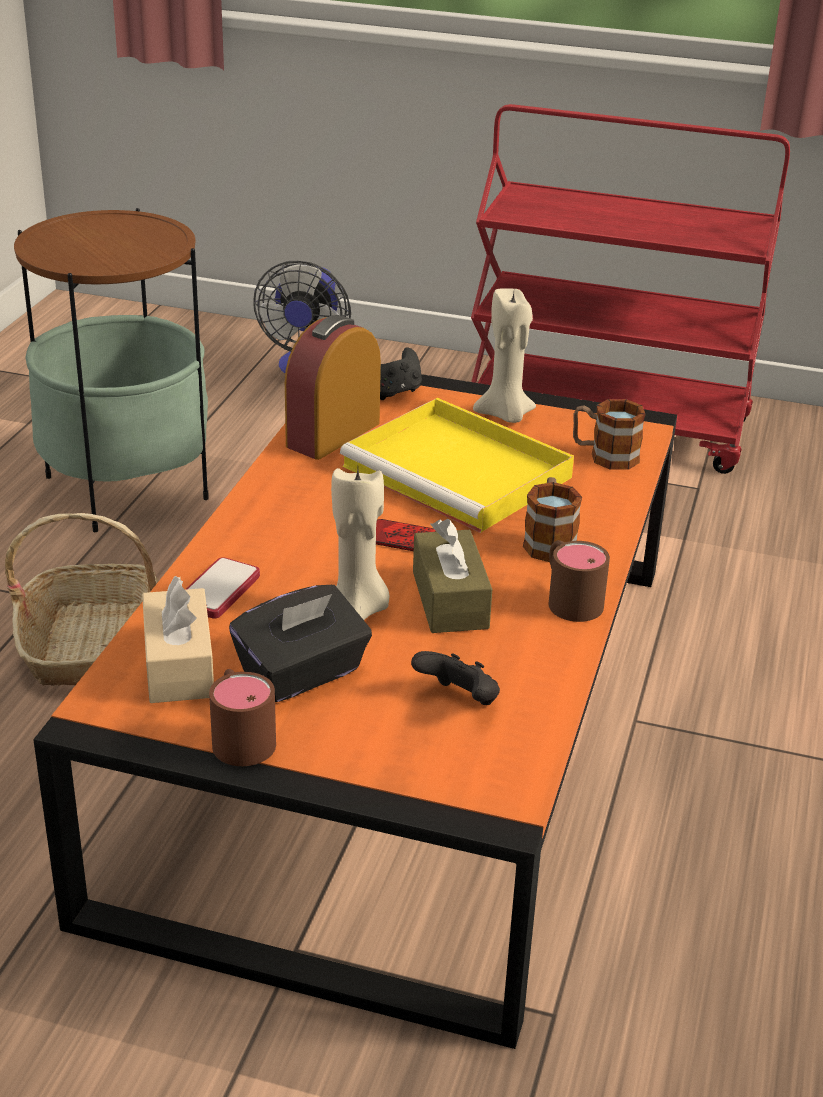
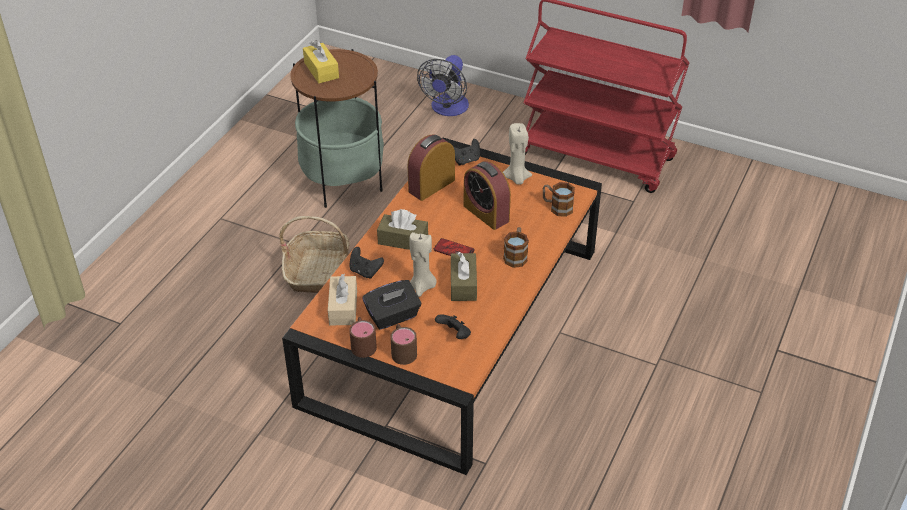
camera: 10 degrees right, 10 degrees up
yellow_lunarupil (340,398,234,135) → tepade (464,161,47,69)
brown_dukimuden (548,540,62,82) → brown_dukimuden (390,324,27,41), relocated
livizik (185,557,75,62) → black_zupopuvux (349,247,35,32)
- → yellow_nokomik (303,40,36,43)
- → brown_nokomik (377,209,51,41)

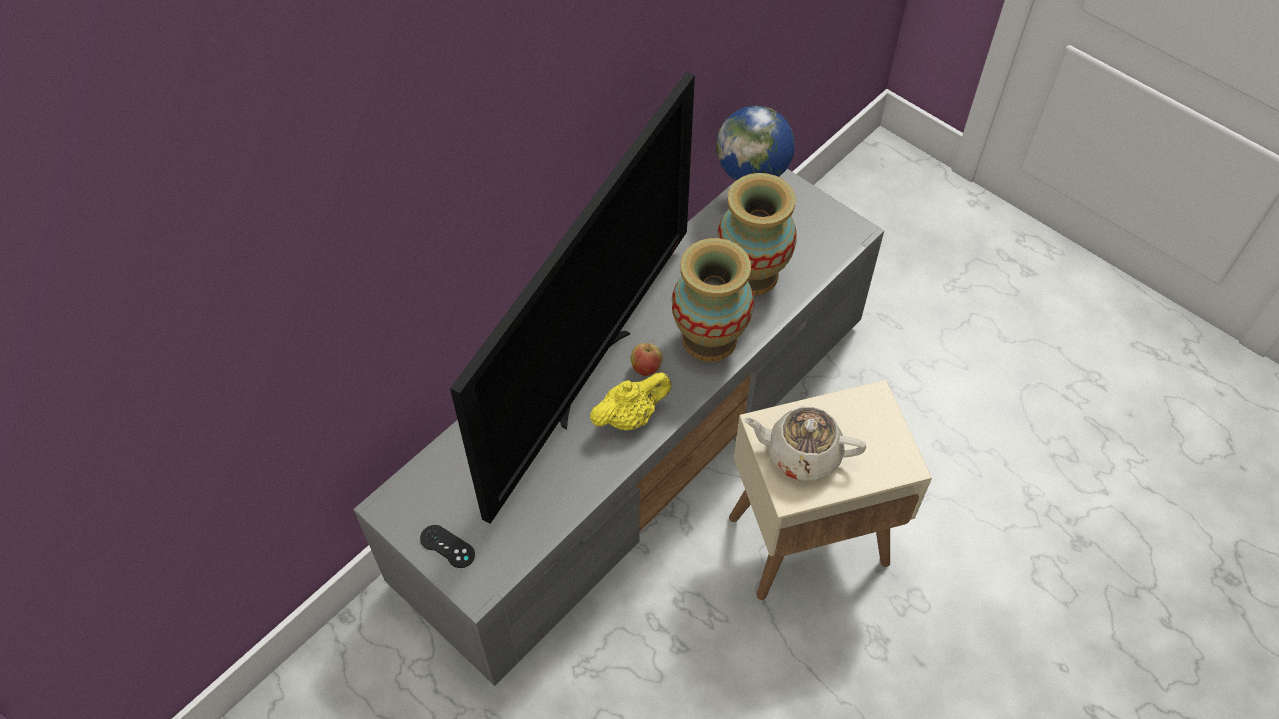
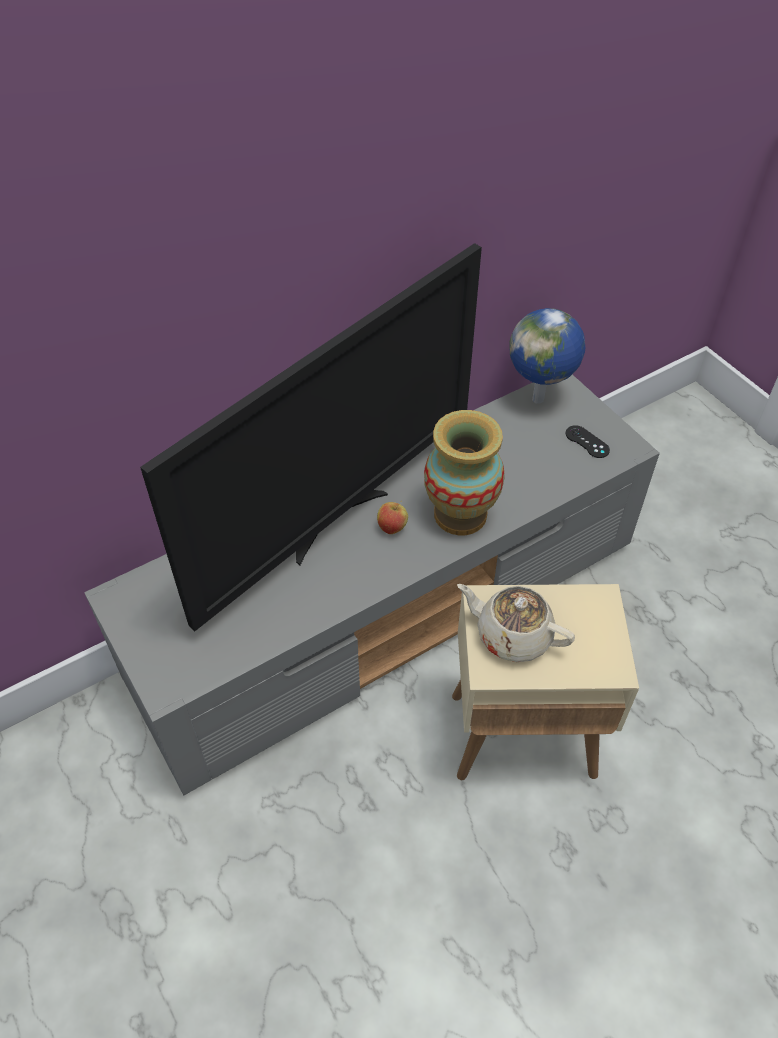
camera: 15 degrees right, 5 degrees down
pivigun (717,173,79,123) → -
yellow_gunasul (590,372,82,58) → -
black_zupopuvux (420,525,55,43) → black_zupopuvux (566,425,44,33), relocated

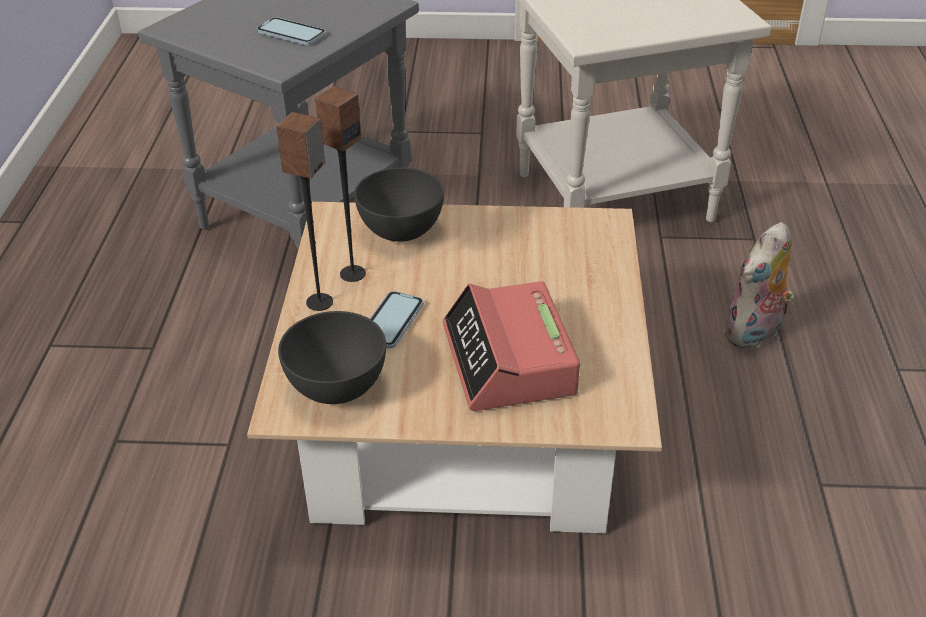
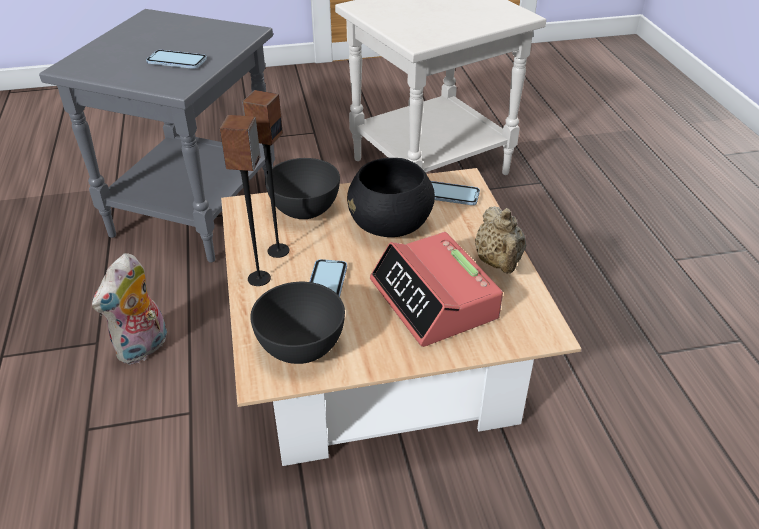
camera: 15 degrees left, 0 degrees up
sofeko (723,222,71,127) → sofeko (92,253,75,112), relocated
- → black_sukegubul (347,158,88,79)
- → livizik (431,181,49,24)
- → beige_gunasul (475,206,52,68)

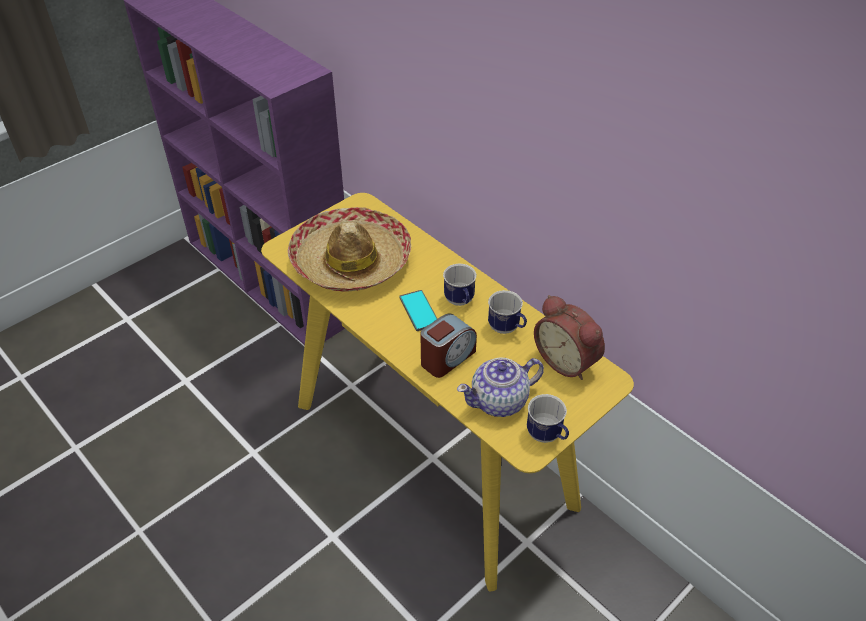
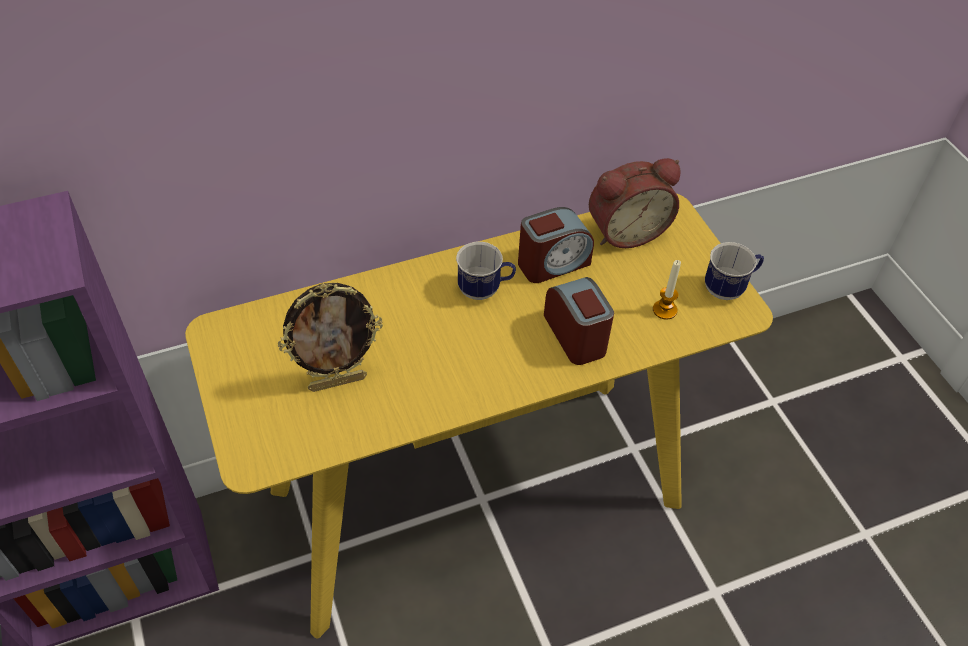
camera: 70 degrees left, 5 degrees up
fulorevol (288,207,123,85) → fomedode (278,283,105,109)
livizik (399,290,38,41) → -
dukimuden (488,290,39,44) → tepade (518,207,76,76)
gunasul (457,358,87,59) → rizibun (653,260,28,60)

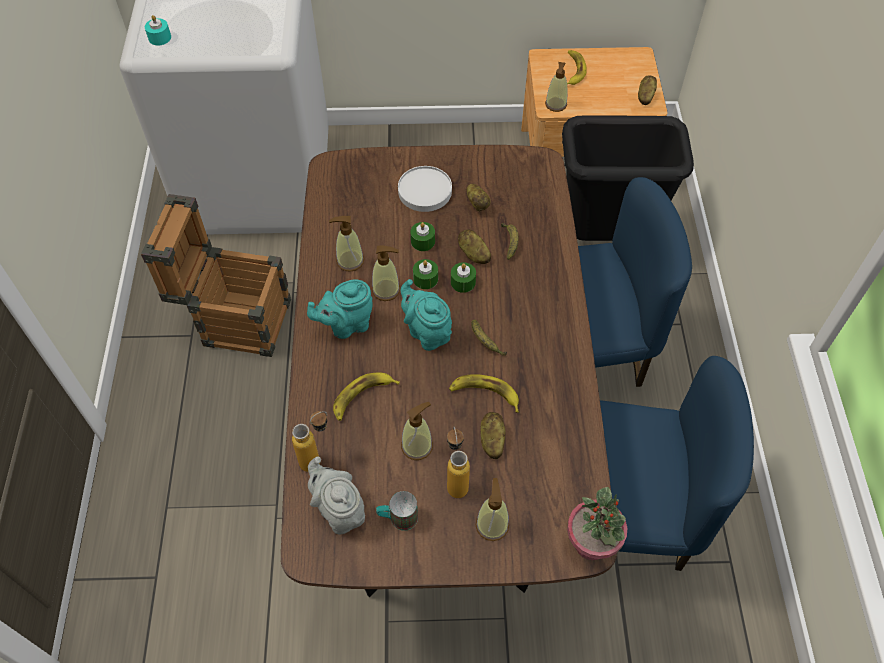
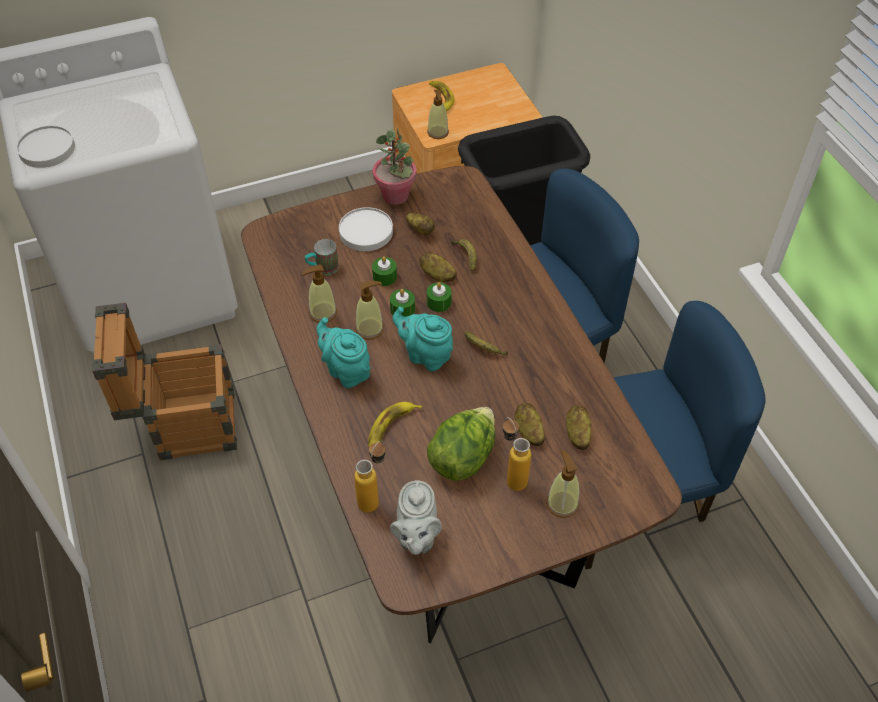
camera: 20 degrees left, 5 degrees down
turquoise_rizibun (145,15,26,30) → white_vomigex (17,125,58,43)
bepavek (638,75,19,30) → bepavek (566,405,26,45), relocated
turquoise_gunasul (307,279,66,60) → turquoise_gunasul (316,317,54,71), 90 degrees clockwise
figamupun (449,374,70,39) → -
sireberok (401,402,32,58) → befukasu (427,407,68,74)
grey_gunasul (308,457,57,78) → grey_gunasul (390,480,52,75), 120 degrees counterclockwise
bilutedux (567,487,60,73) → bilutedux (373,129,44,76), relocated
dukimuden (376,491,42,40) → dukimuden (305,239,34,36), relocated

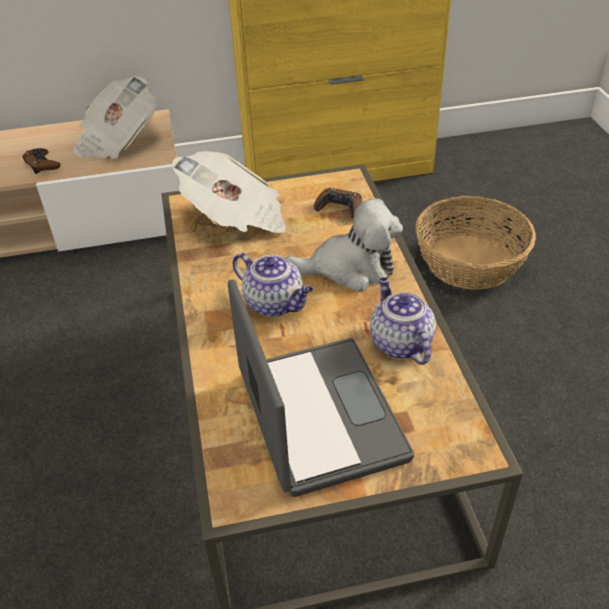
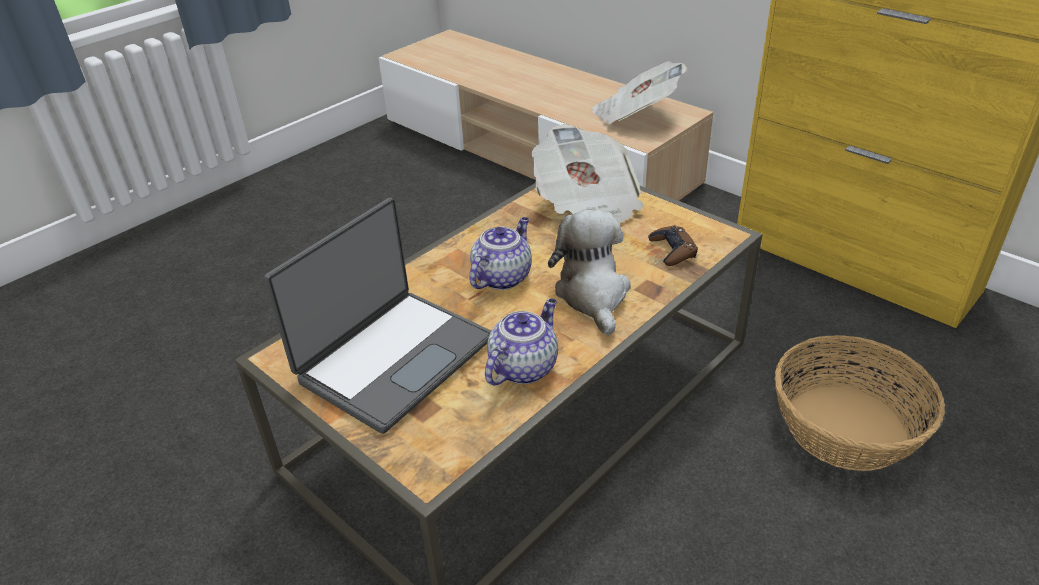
camera: 55 degrees right, 5 degrees down
brown_zupopuvux (22,148,38,26) → -
sofeko (286,198,117,93) → sofeko (548,210,83,126), 150 degrees counterclockwise
gunasul (232,252,81,65) → gunasul (469,217,63,73), 150 degrees counterclockwise

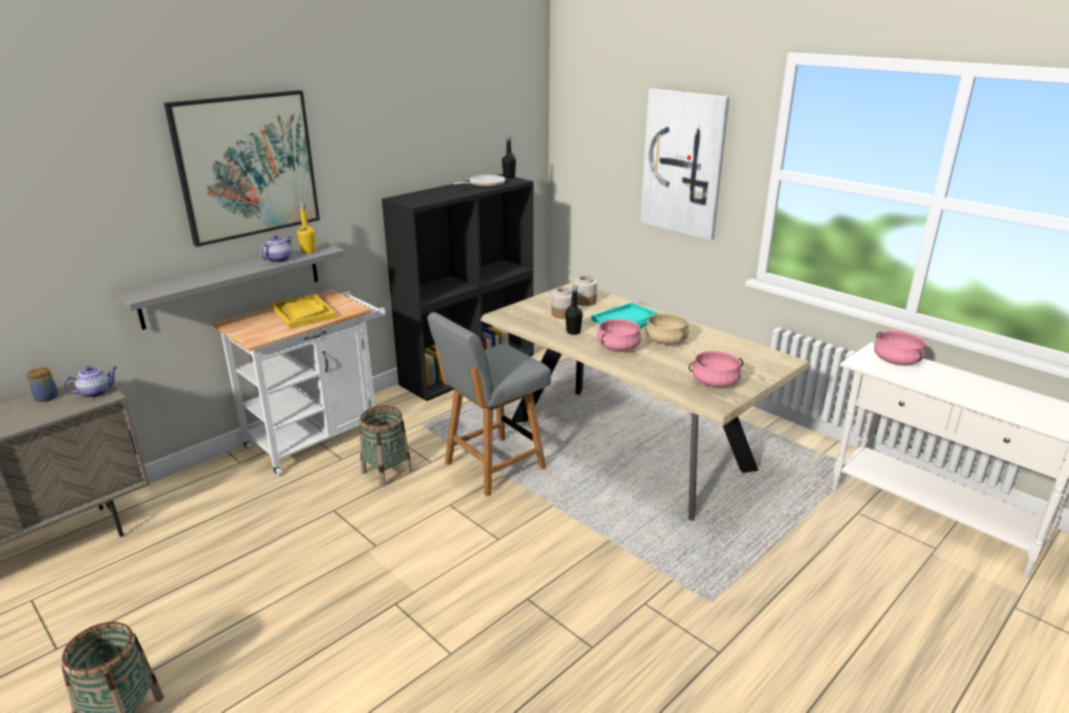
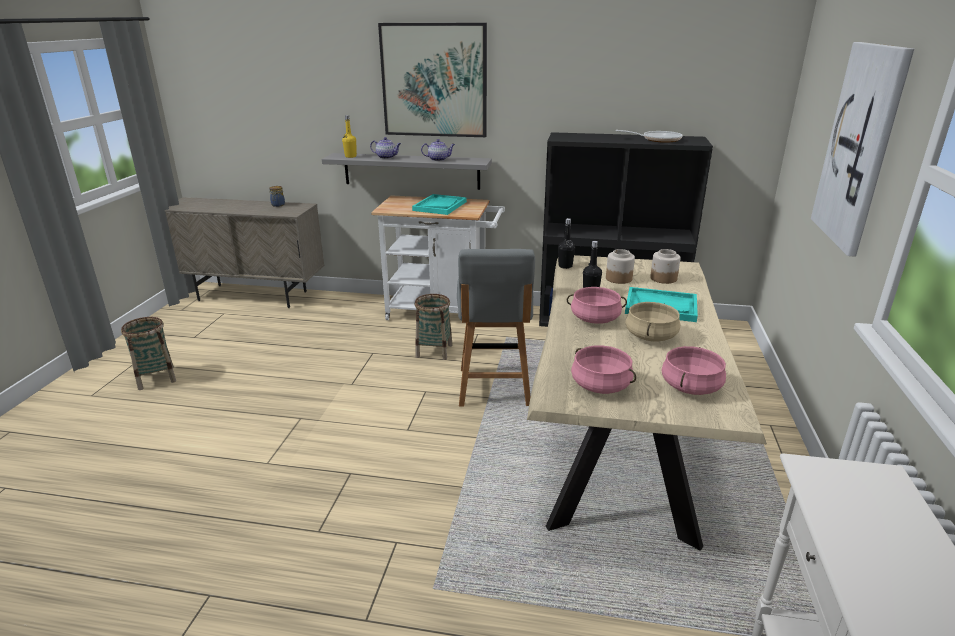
camera: 55 degrees right, 0 degrees up
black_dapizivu (502,135,14,44) → black_dapizivu (558,218,17,51), relocated
yellow_dapizivu (297,203,19,51) → yellow_dapizivu (342,115,15,43), relocated
yellow_lunarupil (271,294,65,35) → turquoise_lunarupil (412,194,55,21)
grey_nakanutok (427,312,124,185) → grey_nakanutok (457,249,78,158), 105 degrees counterclockwise
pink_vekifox (874,331,52,34) → pink_vekifox (661,346,65,49), relocated
gunasul (63,366,54,32) → gunasul (370,137,31,22), relocated

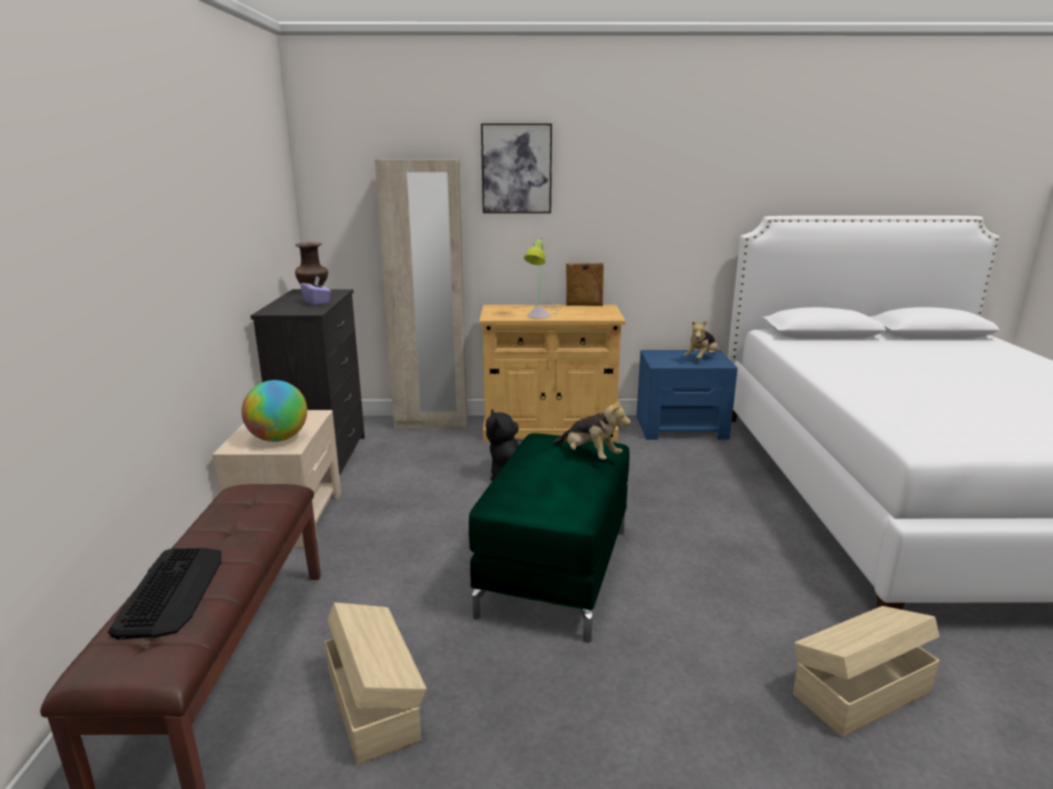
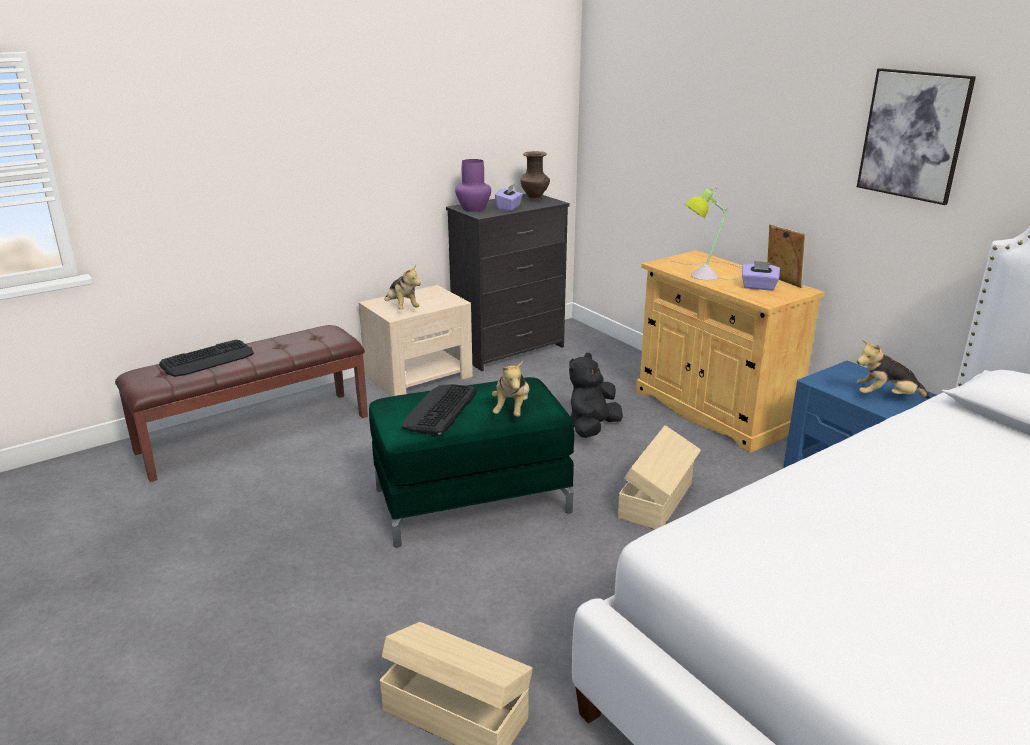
camera: 55 degrees right, 5 degrees up
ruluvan (481,124,71,89) → ruluvan (857,68,119,137), relocated
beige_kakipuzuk (375,159,93,270) → -
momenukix (242,380,65,62) → sofeko (384,265,37,44)
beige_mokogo (325,603,102,162) → beige_mokogo (618,425,83,105), relocated
- → purple_pivigun (455,159,36,53)
- → purple_nokomik (742,261,38,30)
- → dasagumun (402,384,75,51)

